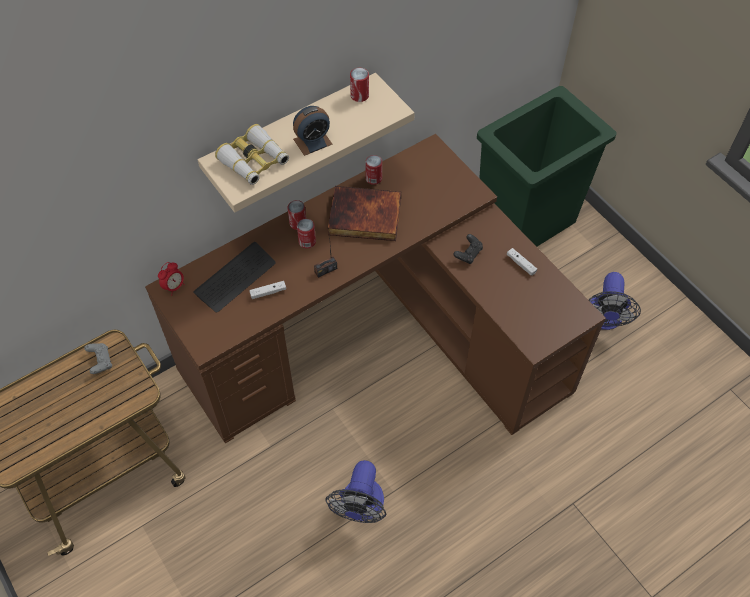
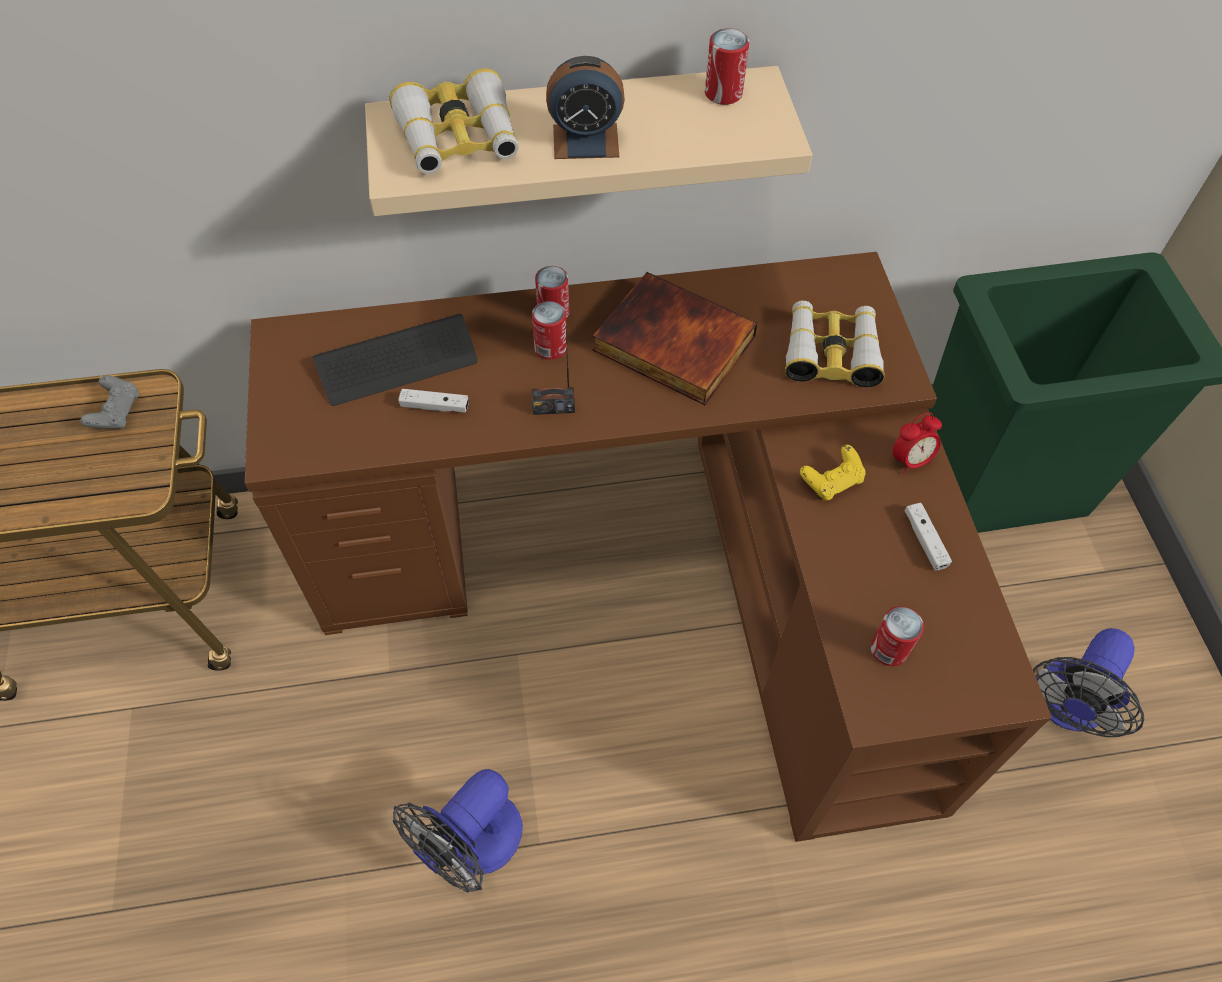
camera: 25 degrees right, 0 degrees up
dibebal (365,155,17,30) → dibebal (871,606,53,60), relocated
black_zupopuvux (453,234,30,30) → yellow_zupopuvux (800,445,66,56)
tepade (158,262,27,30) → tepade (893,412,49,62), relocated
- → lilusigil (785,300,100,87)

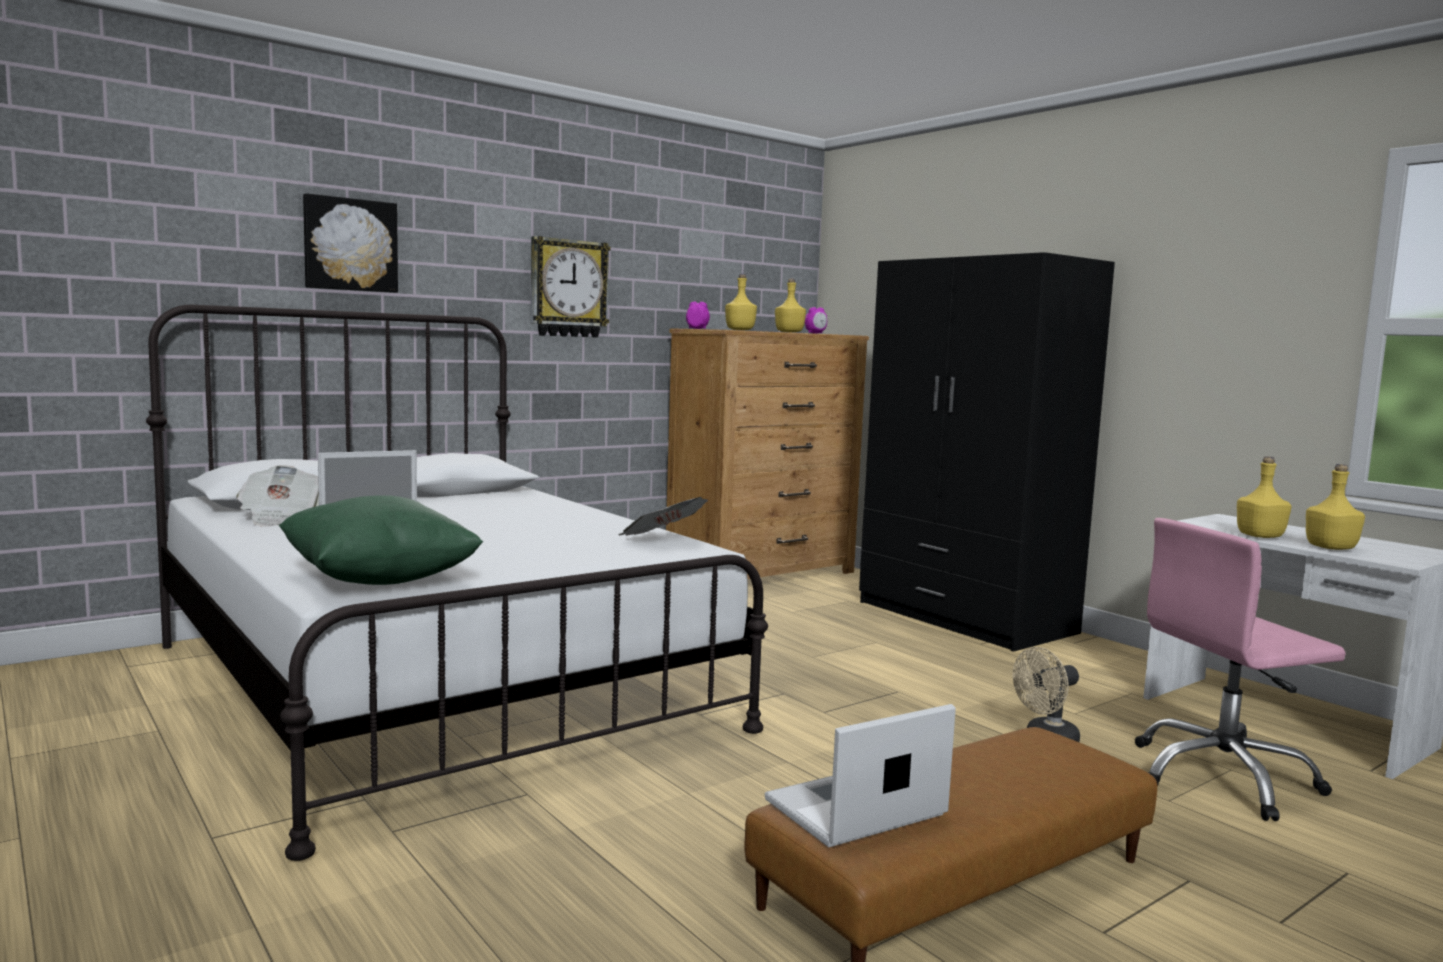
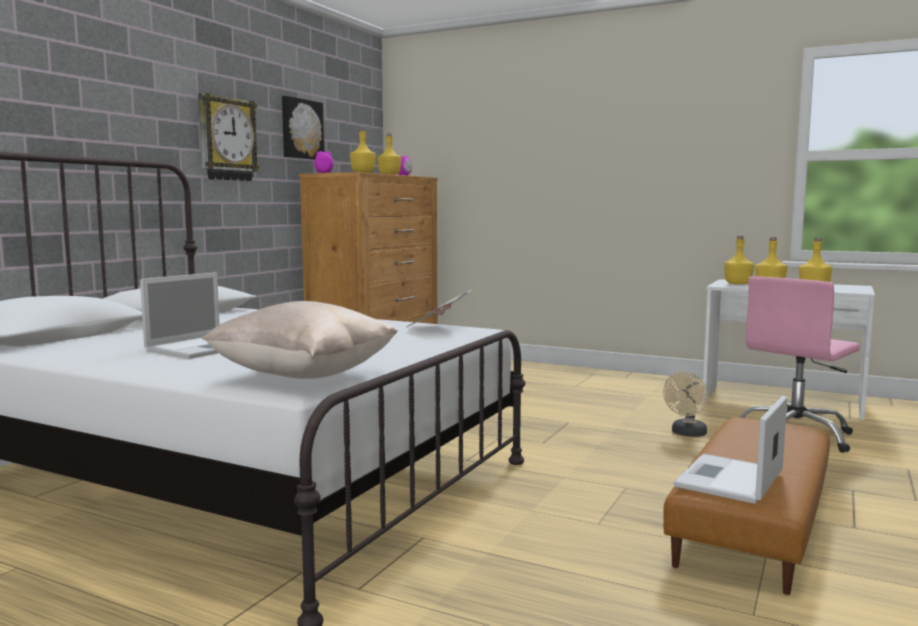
camera: 25 degrees left, 0 degrees up
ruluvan (303,193,95,100) → ruluvan (282,96,42,64), relocated
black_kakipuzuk (859,252,256,400) → -
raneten (236,465,83,62) → -
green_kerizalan (279,495,204,90) → beige_kerizalan (202,301,196,78)
- → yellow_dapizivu (724,236,30,49)

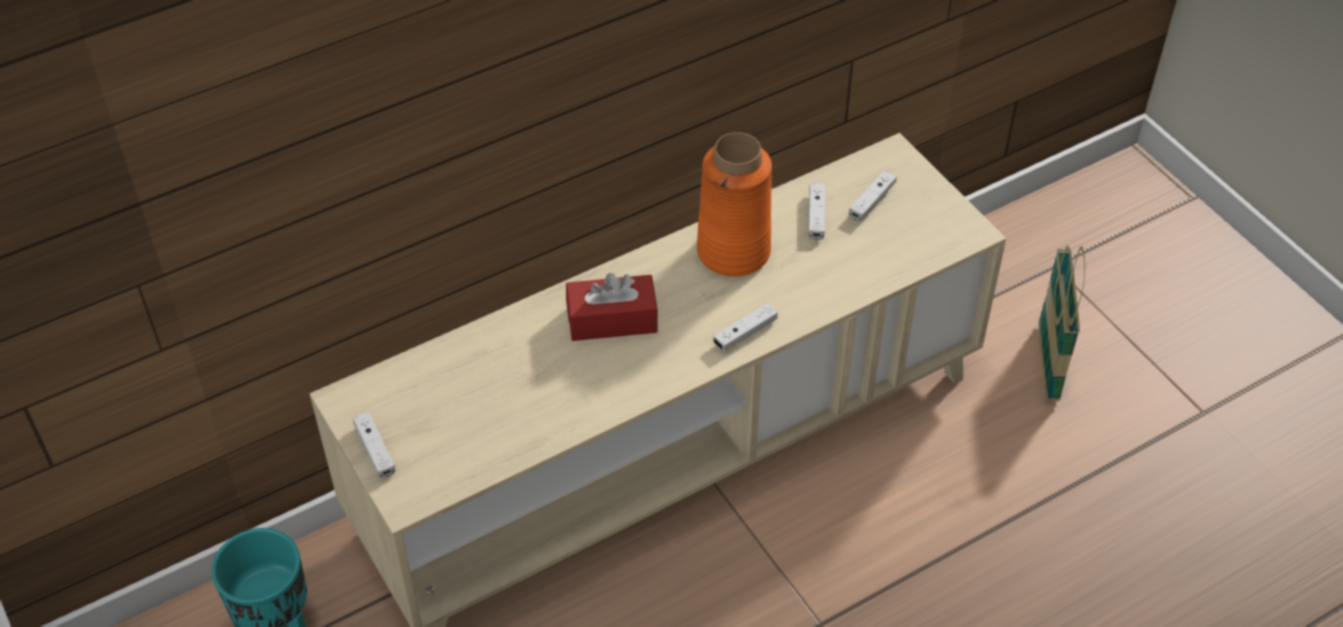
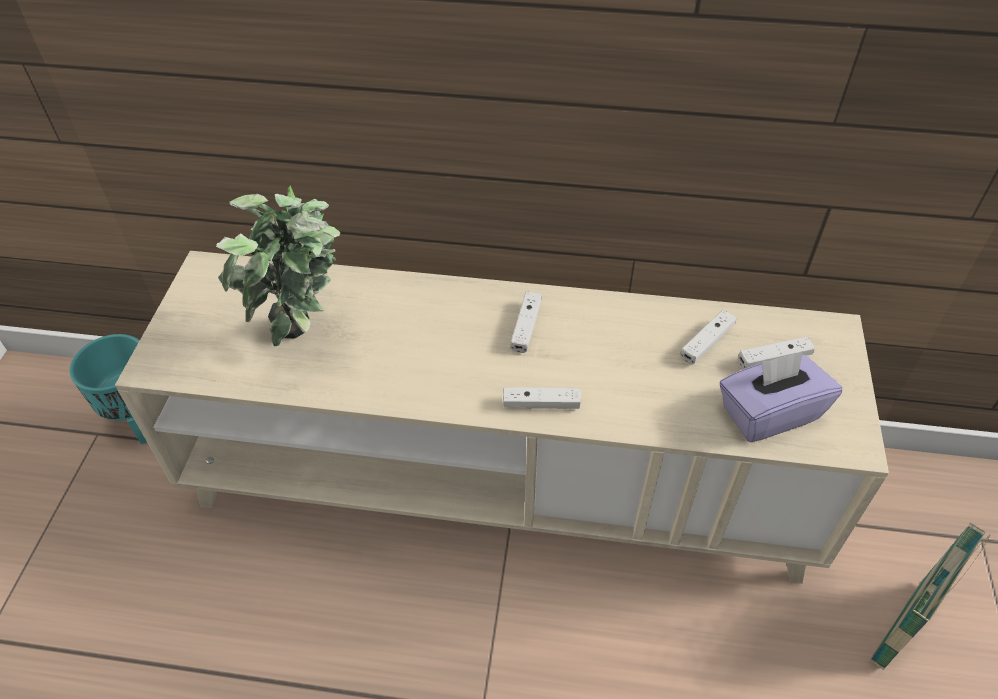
camera: 40 degrees right, 0 degrees up
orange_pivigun (697,132,75,145) → -
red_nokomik (566,273,92,68) → -
white_zupopuvux (353,412,42,67) → white_zupopuvux (510,291,32,62), relocated
- → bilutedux (216,185,124,162)
- → purple_nokomik (720,351,122,92)

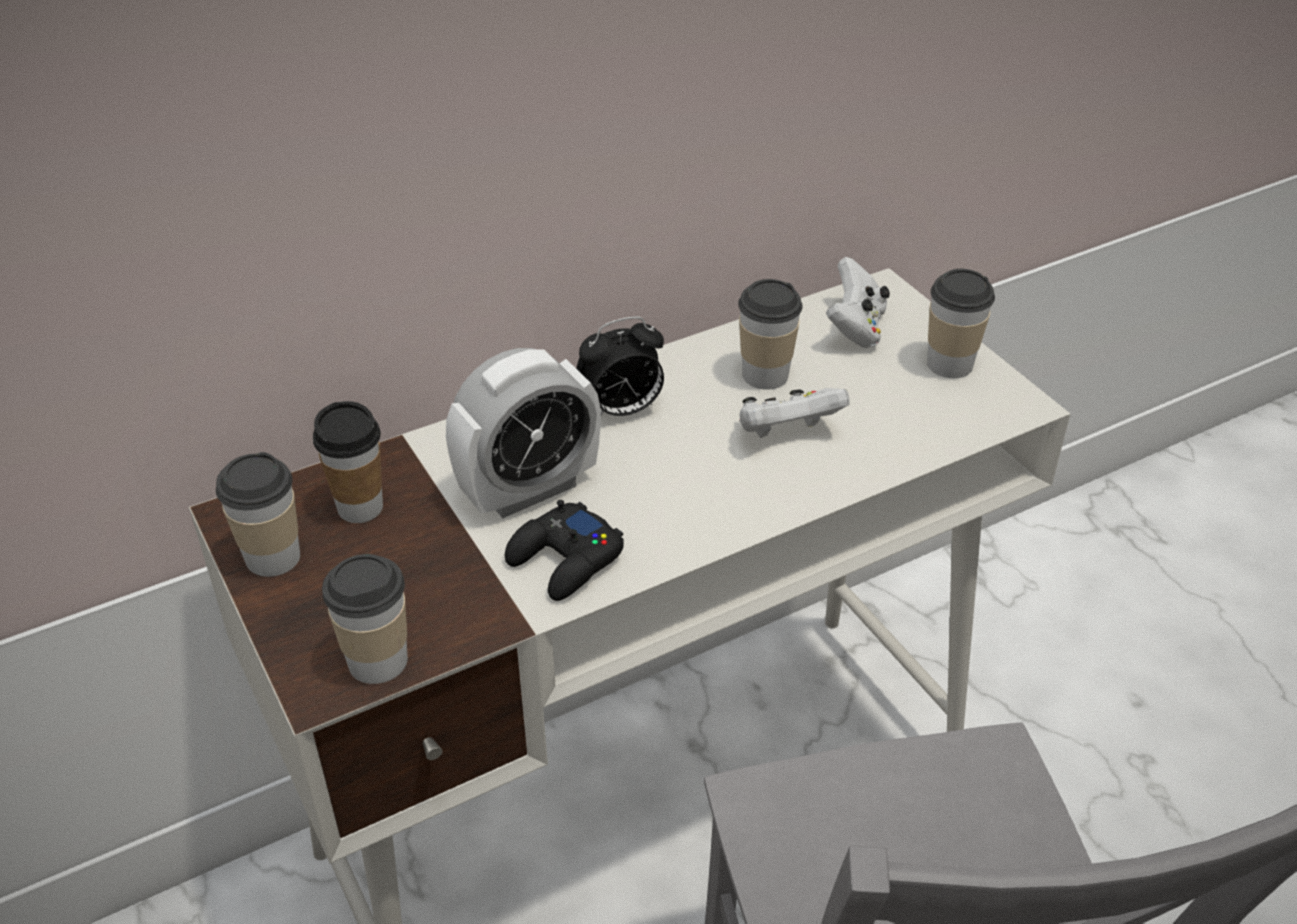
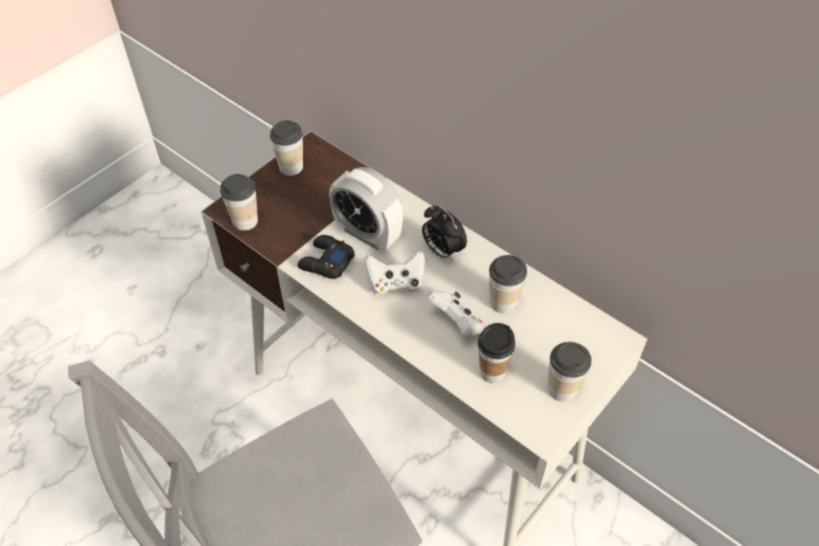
camera: 70 degrees right, 10 degrees up
white_zupopuvux (826,257,64,91) → white_zupopuvux (365,251,60,44), relocated
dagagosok (313,401,70,122) → dagagosok (478,323,37,60), relocated

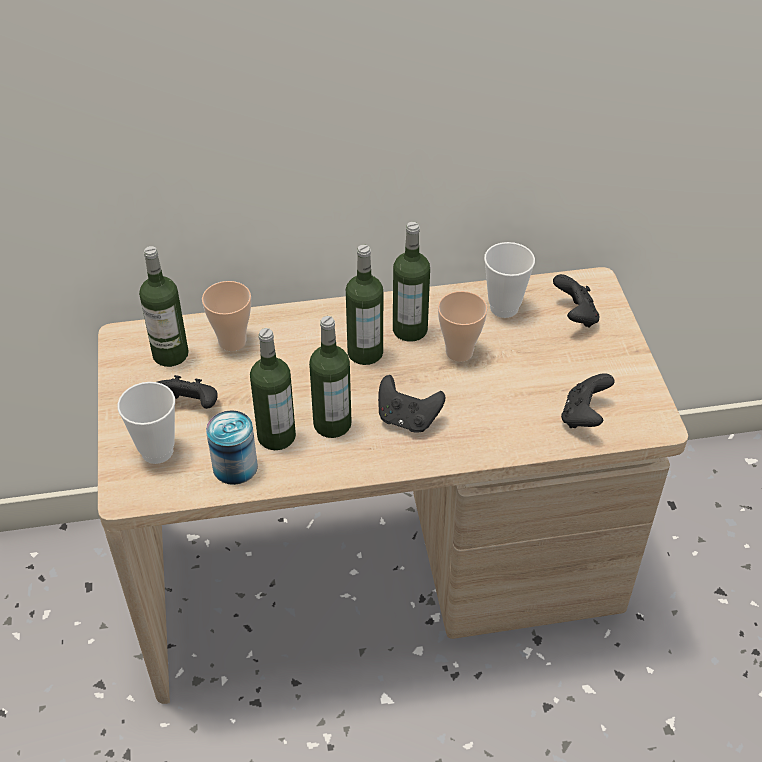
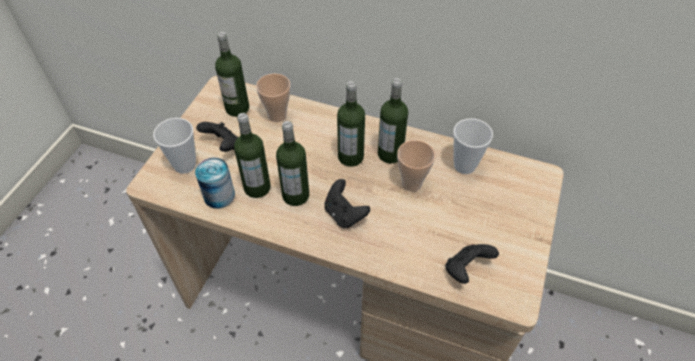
camera: 30 degrees right, 5 degrees up
black_zupopuvux (553,274,46,54) → -

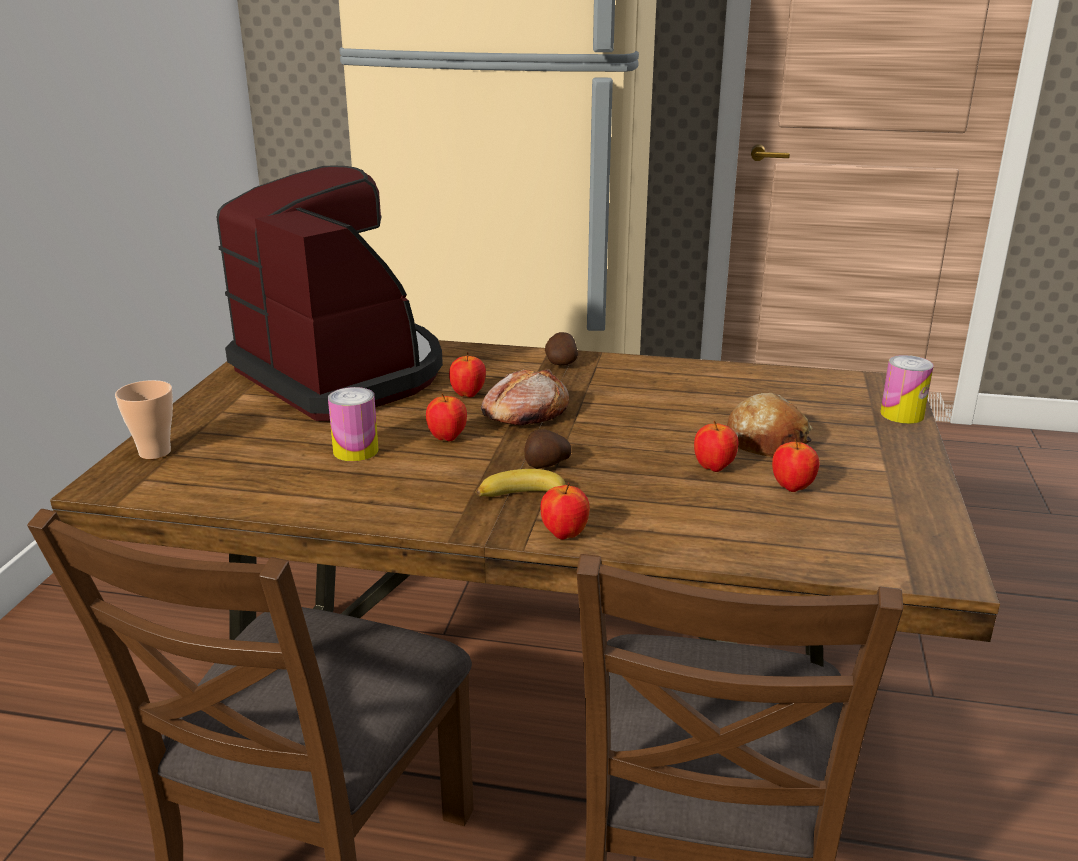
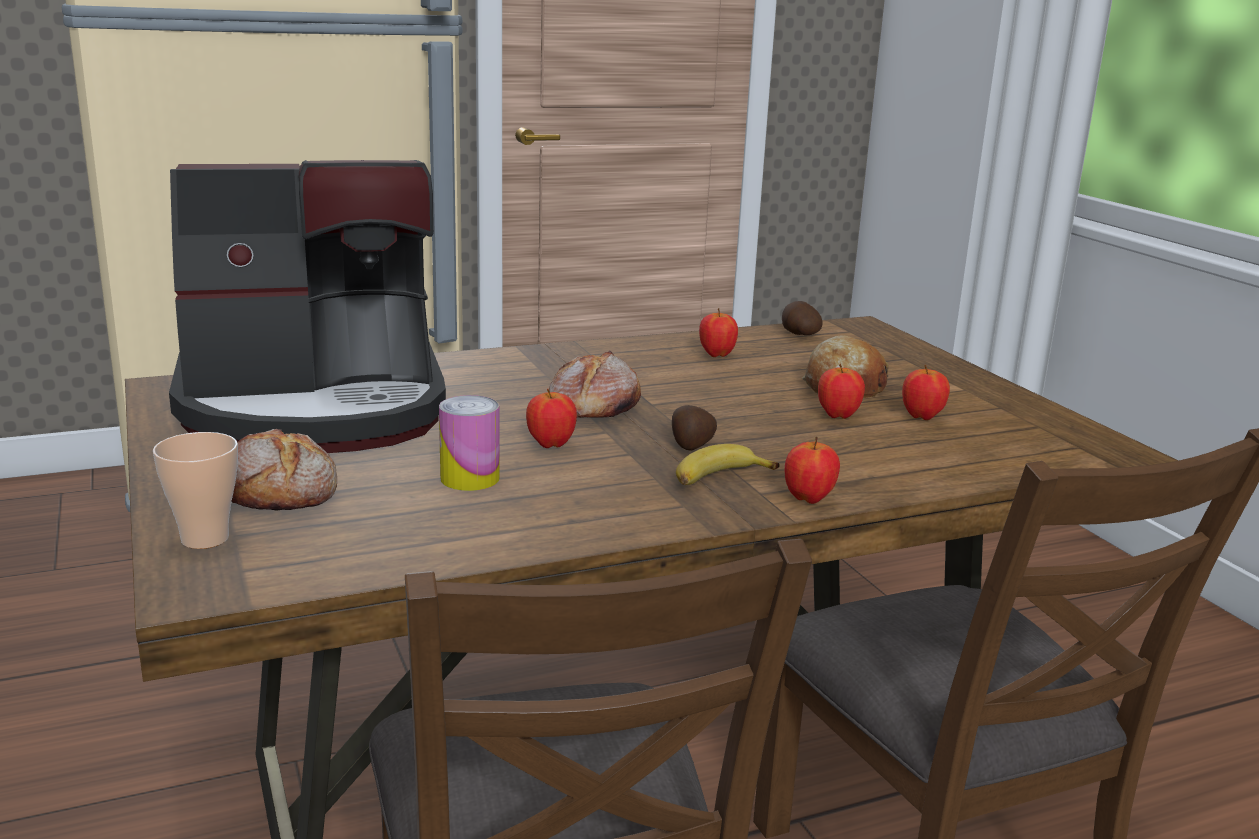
camera: 35 degrees left, 5 degrees down
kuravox (216,165,227,256) → kuravox (169,160,277,293), 150 degrees clockwise
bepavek (545,332,33,33) → bepavek (782,301,41,34), relocated
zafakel (449,352,37,46) → zafakel (699,308,39,49), relocated
dibebal (880,355,54,69) → -
- → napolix (231,429,106,82)

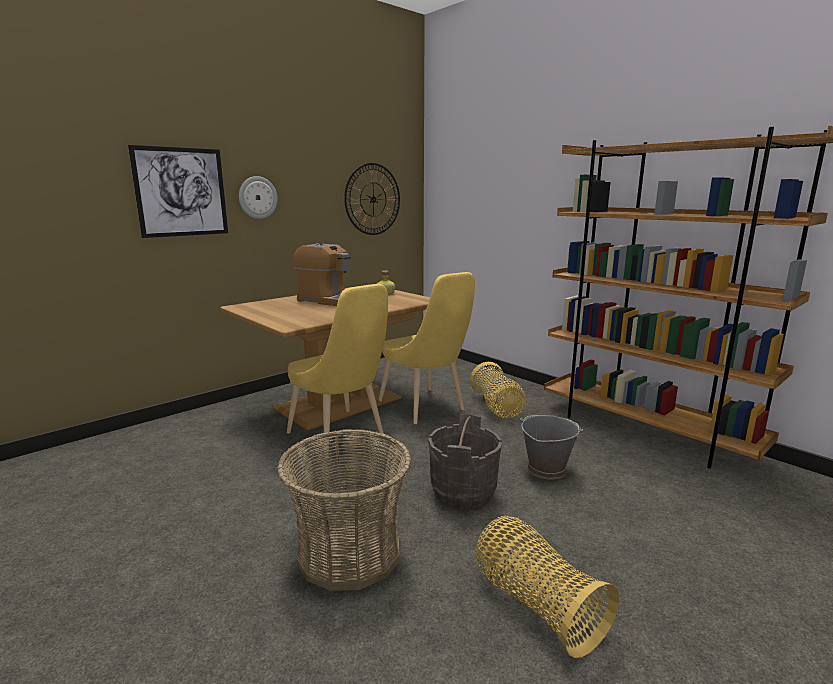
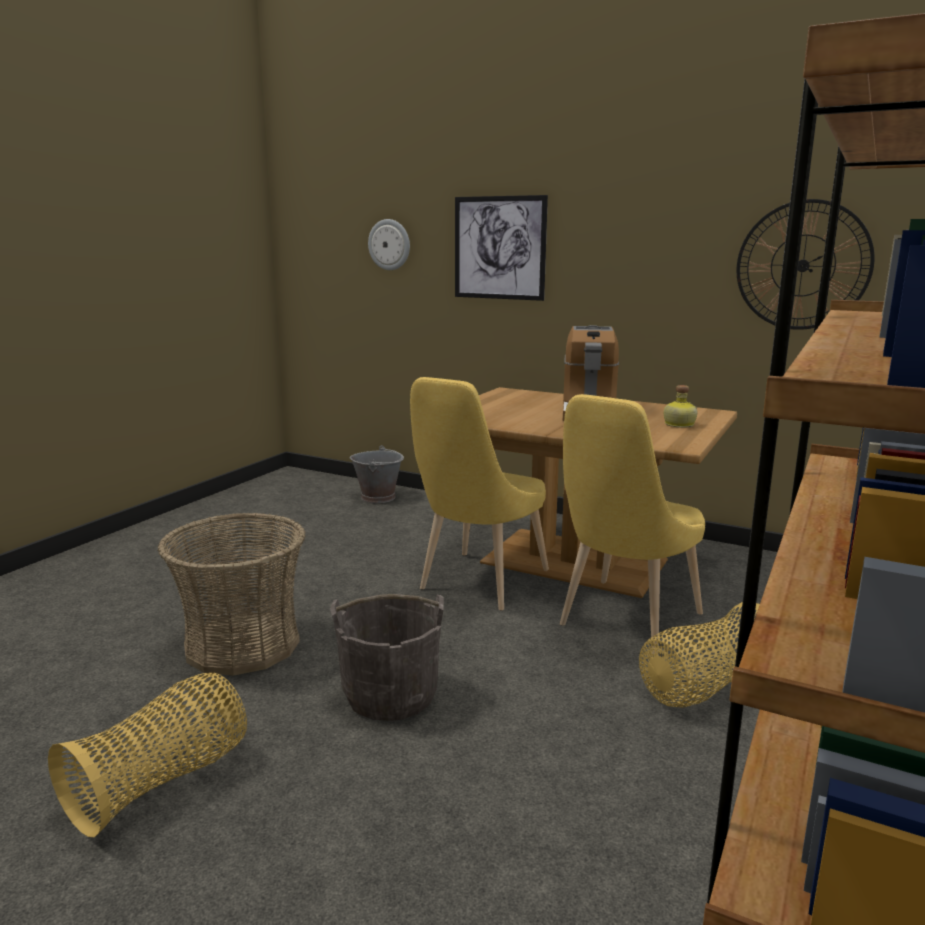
camera: 70 degrees right, 0 degrees up
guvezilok (239,176,39,43) → guvezilok (368,219,42,51), relocated
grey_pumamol (520,415,63,65) → grey_pumamol (350,445,54,58), relocated

